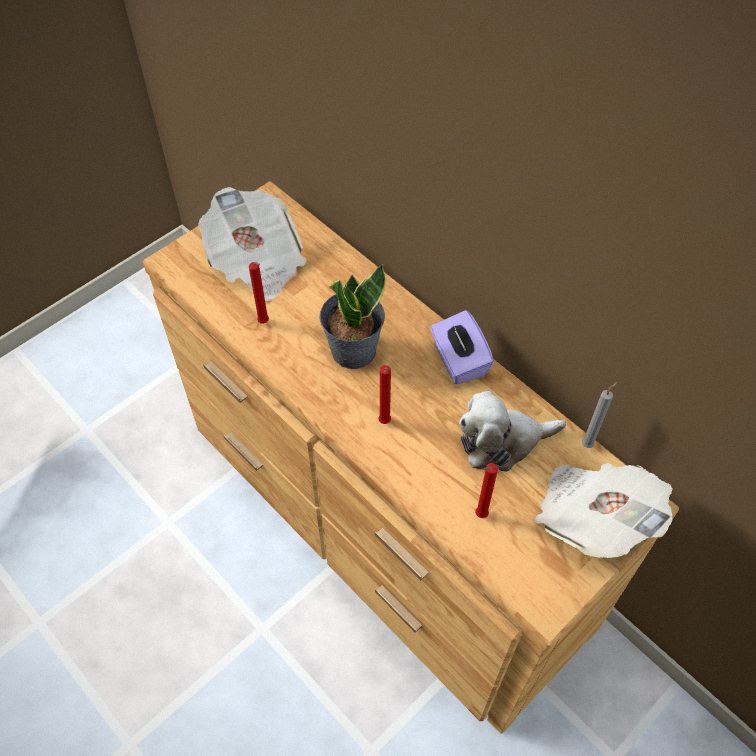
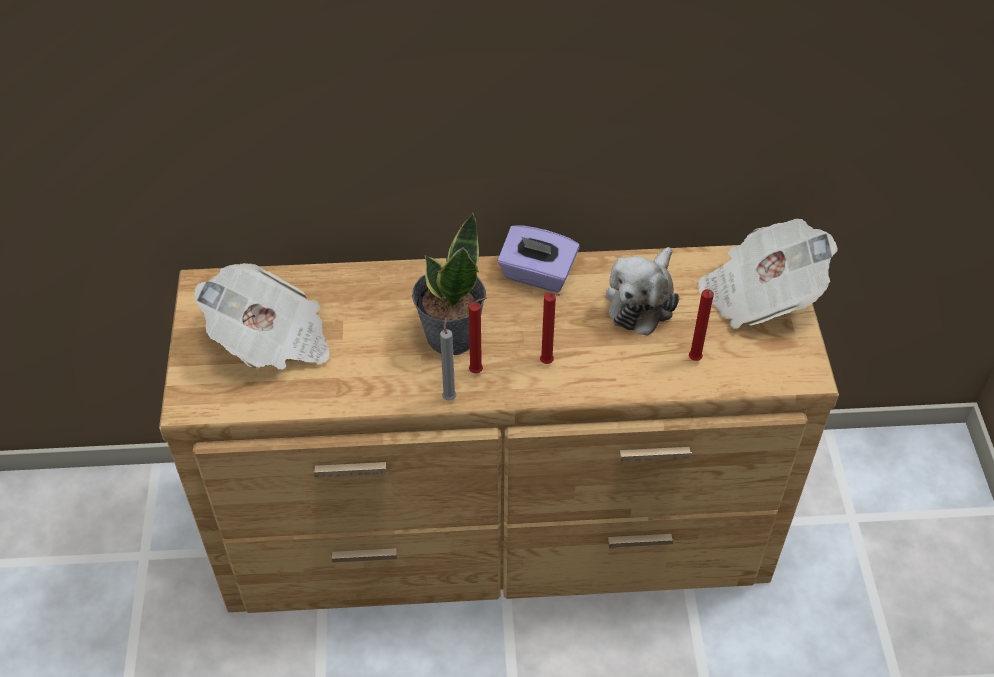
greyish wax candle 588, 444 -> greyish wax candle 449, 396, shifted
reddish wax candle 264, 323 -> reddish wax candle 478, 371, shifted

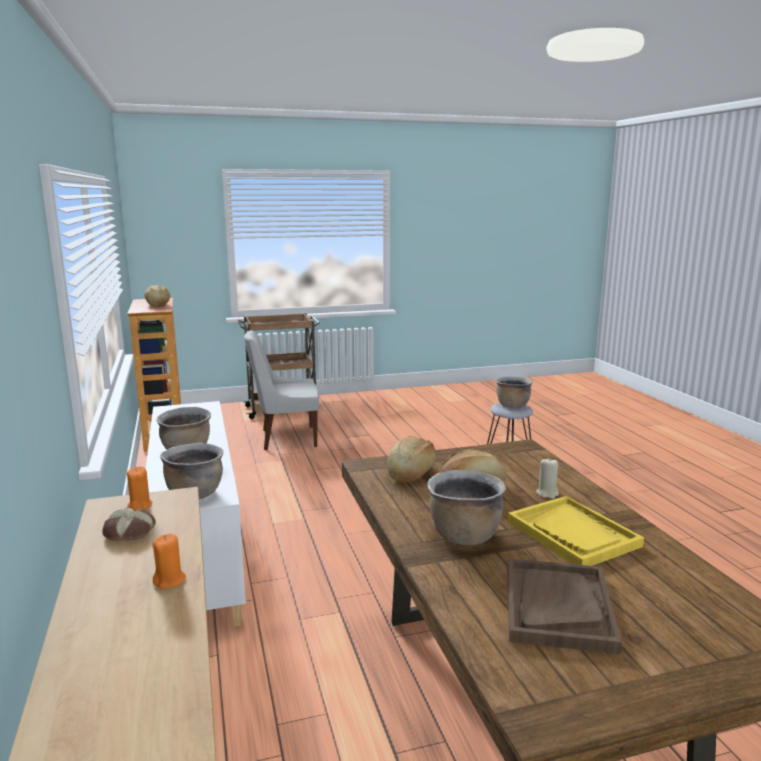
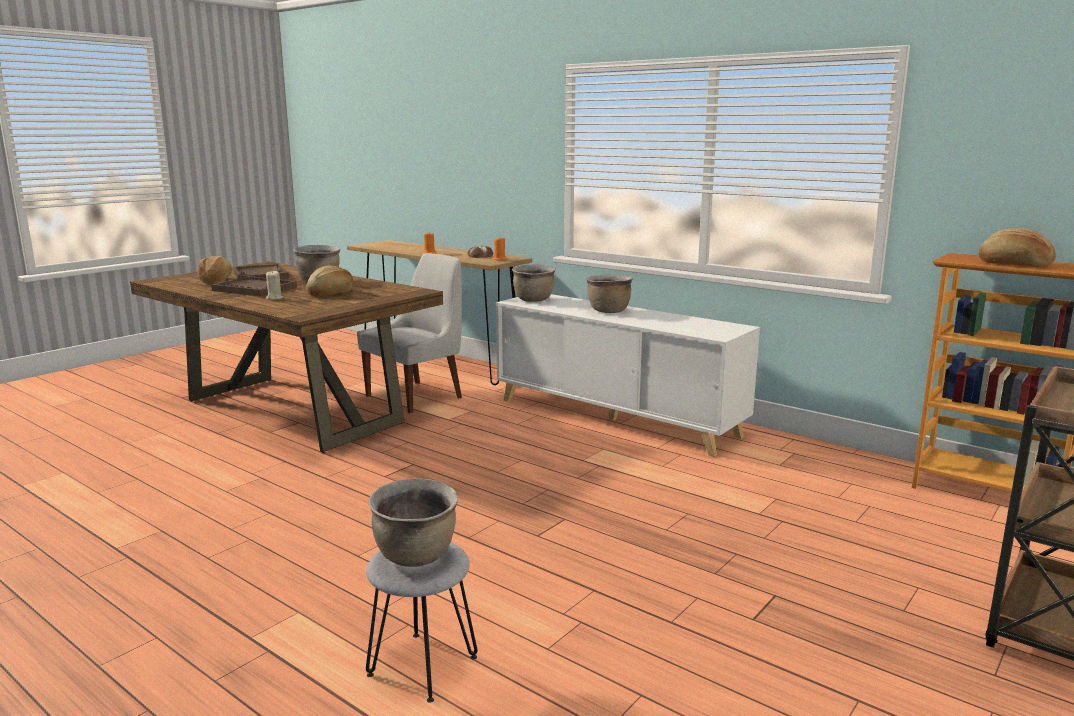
bakery bread 411, 472 -> bakery bread 217, 282, shifted
yellow tray 573, 534 -> brown tray 254, 289
white chair 286, 438 -> white chair 417, 396, shifted

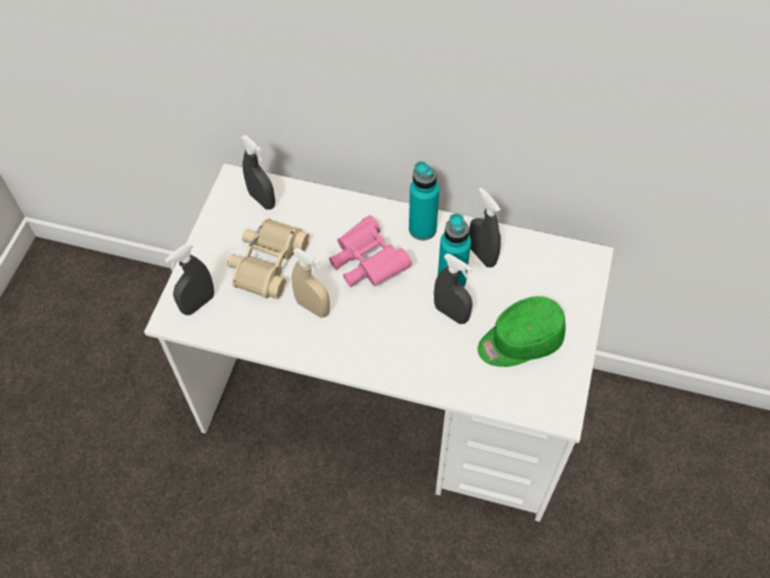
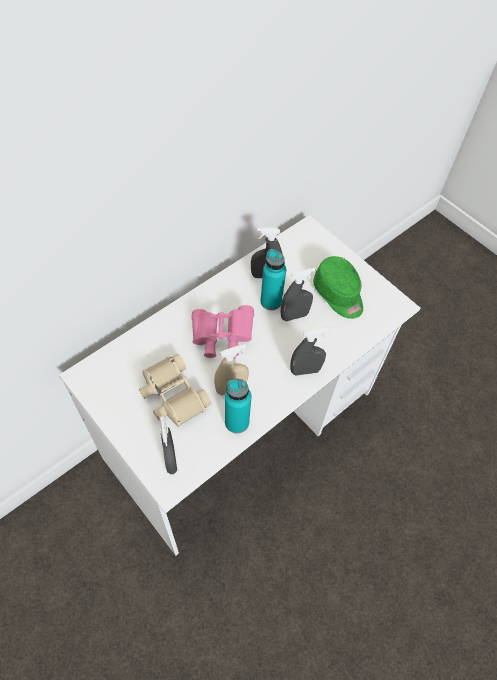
blue-green beverage bottle 422, 229 -> blue-green beverage bottle 237, 422, shifted
greyish spray bottle 262, 200 -> greyish spray bottle 305, 370, shifted
green baseball cap 519, 341 -> green baseball cap 339, 295, 45 degrees counterclockwise

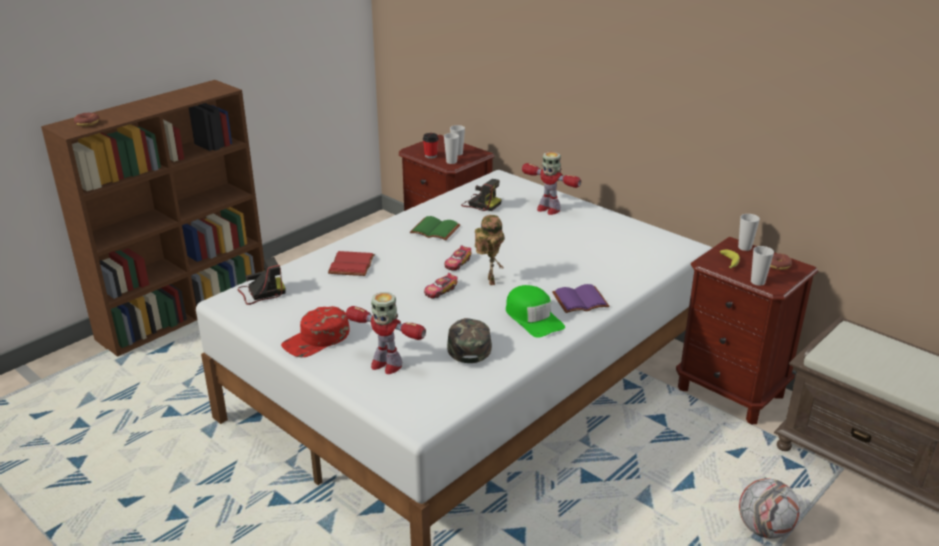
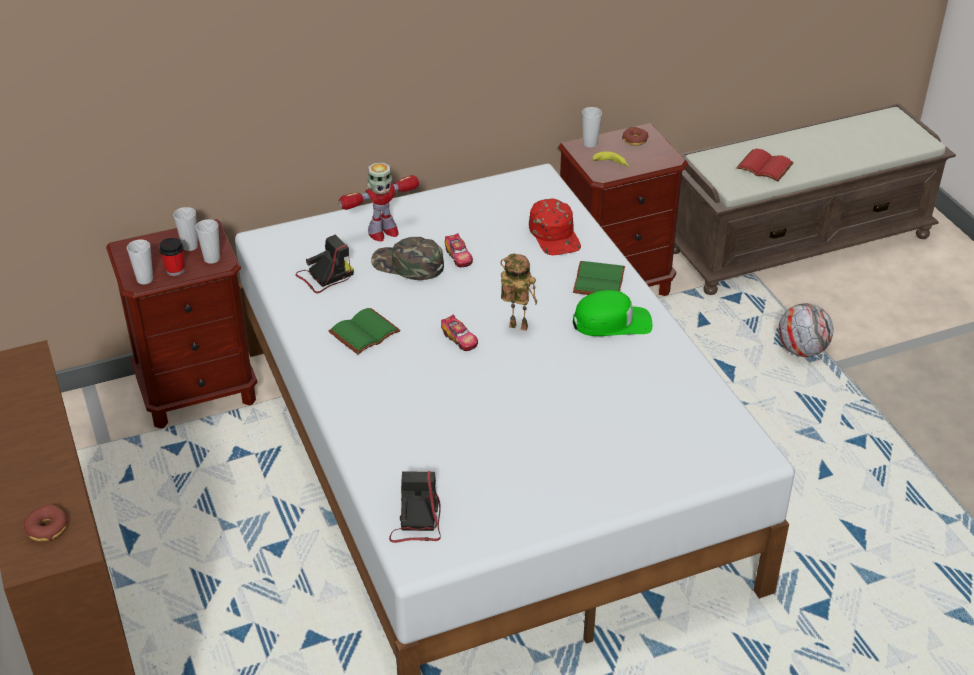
small cup 757, 282 -> small cup 145, 279, shifted
green baseball cap 468, 343 -> green baseball cap 407, 265, shifted
model car 440, 291 -> model car 458, 256, shifted
reddish baseball cap 317, 339 -> reddish baseball cap 555, 235, shifted
purple book 580, 300 -> green book 597, 280
reddish book 353, 265 -> reddish book 766, 166, shifted
robot figure 386, 364 -> none

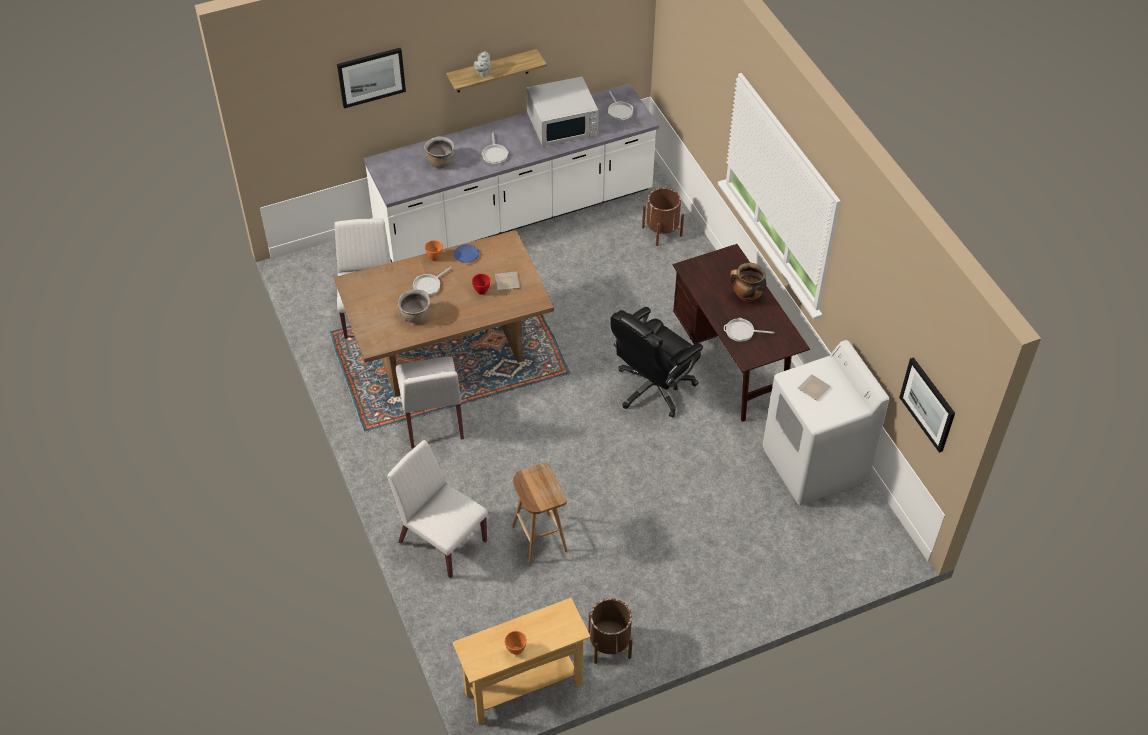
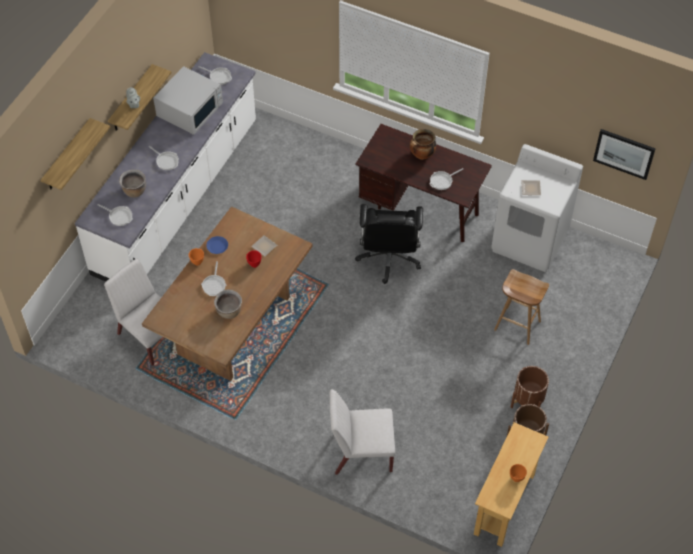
wall picture 371, 77 -> wall shelf 67, 156
none -> frying pan 119, 216
brown sitting stool 538, 538 -> brown sitting stool 516, 325, shifted
brown planter 662, 231 -> brown planter 528, 400, shifted
white chair 432, 419 -> none

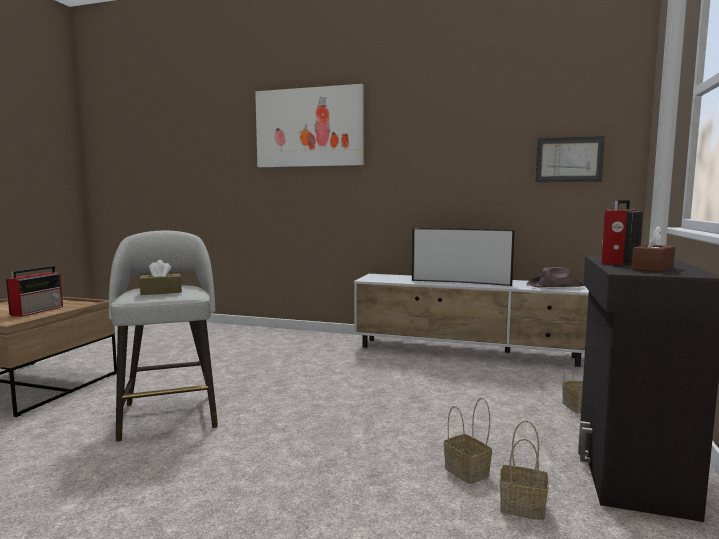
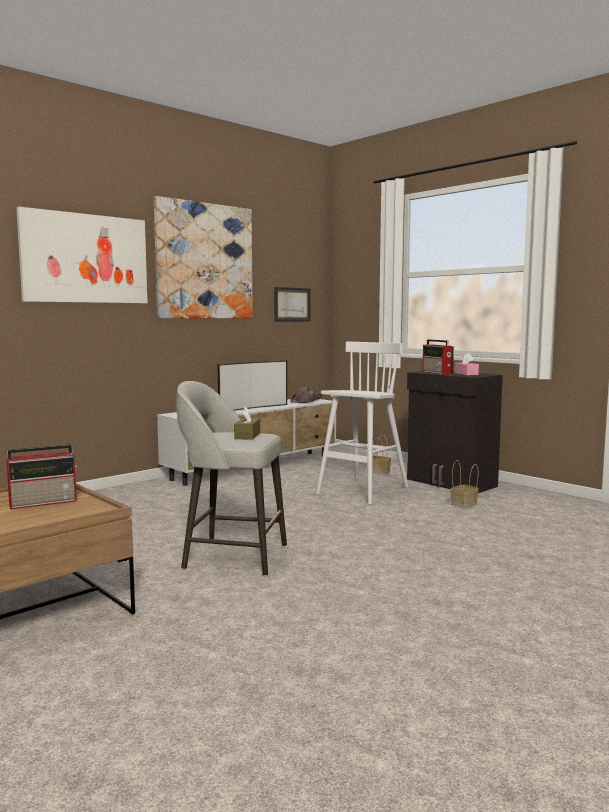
radio receiver 38, 310 -> radio receiver 44, 502, 105 degrees clockwise
none -> wall picture 205, 261
none -> white sitting stool 362, 491
brown tissue holder 652, 268 -> pink tissue holder 466, 374
storage basket 468, 472 -> none

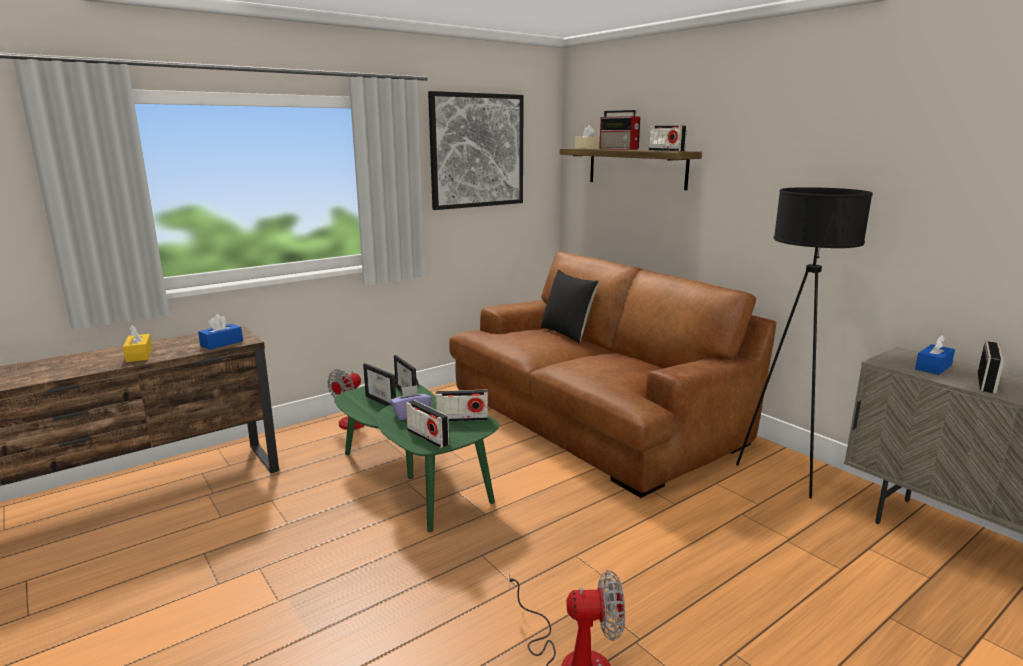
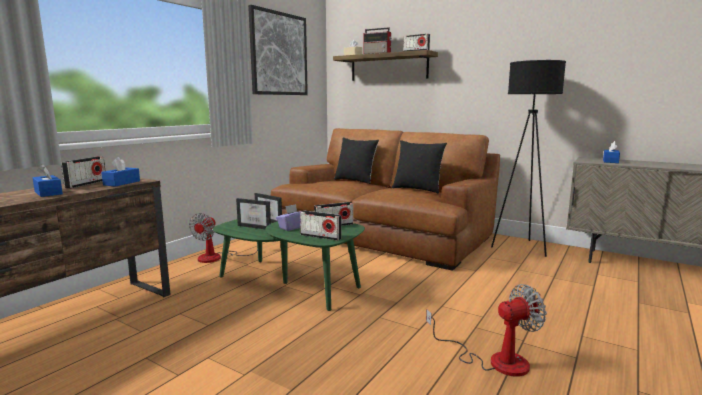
yellow tissue holder 139, 355 -> blue-coloured tissue holder 48, 193
radio receiver 986, 382 -> radio receiver 86, 184, shifted
none -> blackish cushion 417, 189

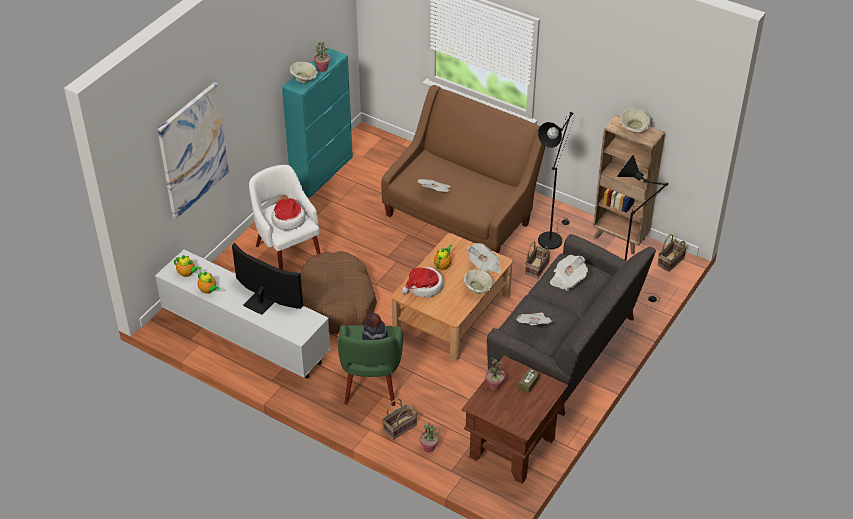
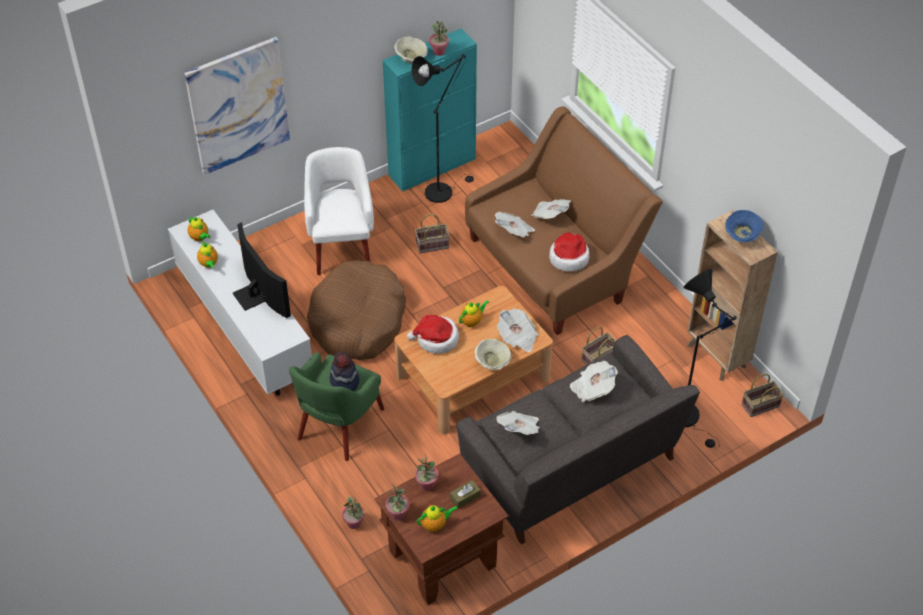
none -> houseplant 398, 514
blackish standing lamp 551, 237 -> blackish standing lamp 442, 190, shifted
storage basket 400, 426 -> storage basket 433, 244, shifted
none -> teapot 435, 524
none -> daily paper 550, 215
wearable hat 288, 220 -> wearable hat 568, 258, shifted
beige-coloured serving bowl 634, 129 -> blue-coloured serving bowl 742, 236

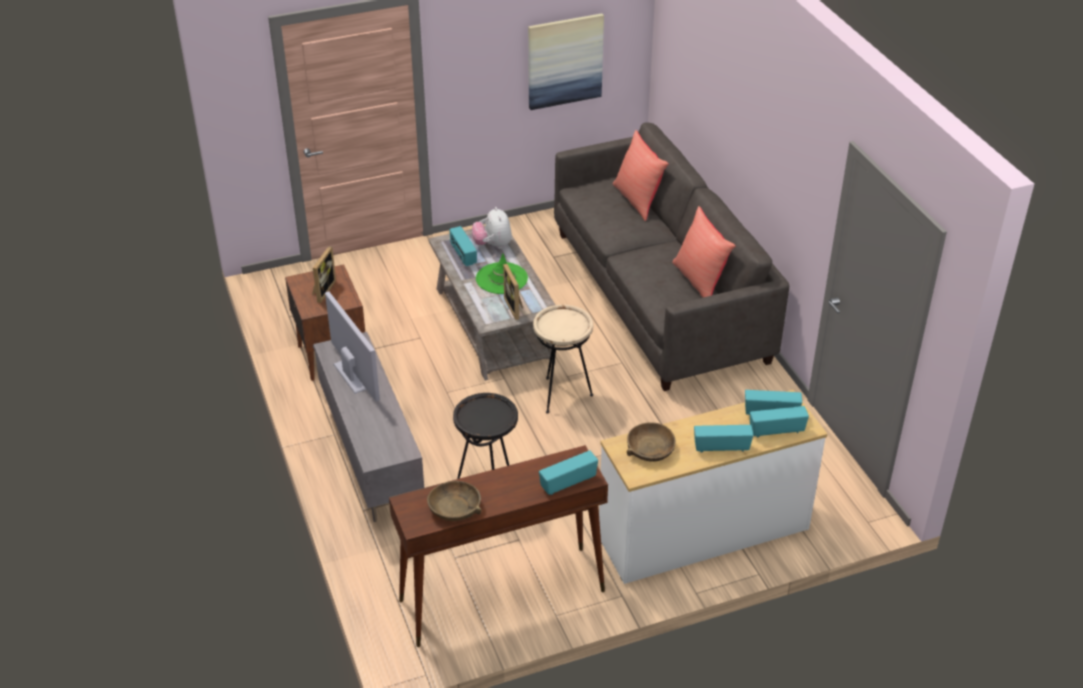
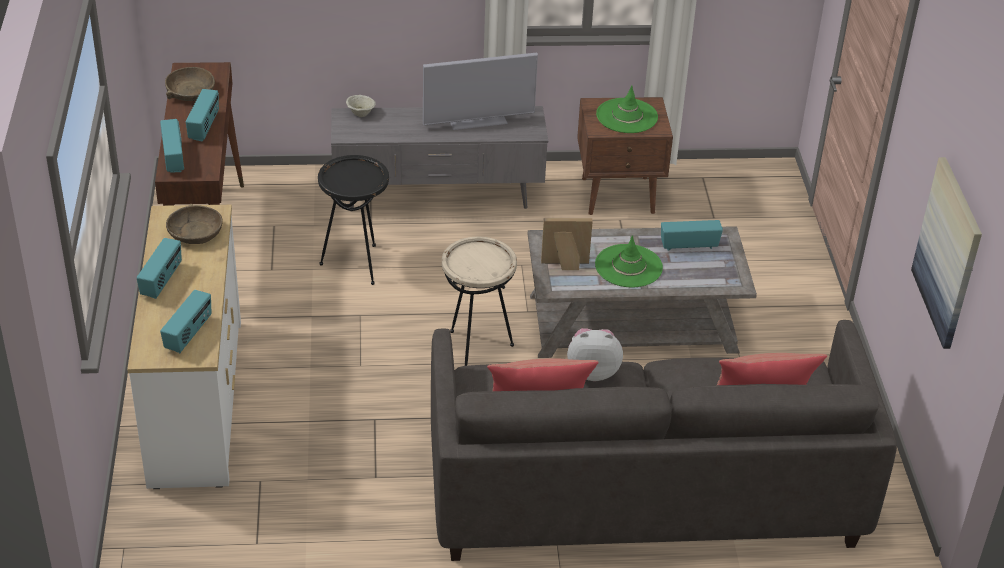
radio receiver 776, 431 -> radio receiver 204, 127, shifted
none -> beige-coloured serving bowl 360, 114
soft toy 492, 245 -> soft toy 593, 371, shifted
photo frame 322, 290 -> green wearable hat 627, 116

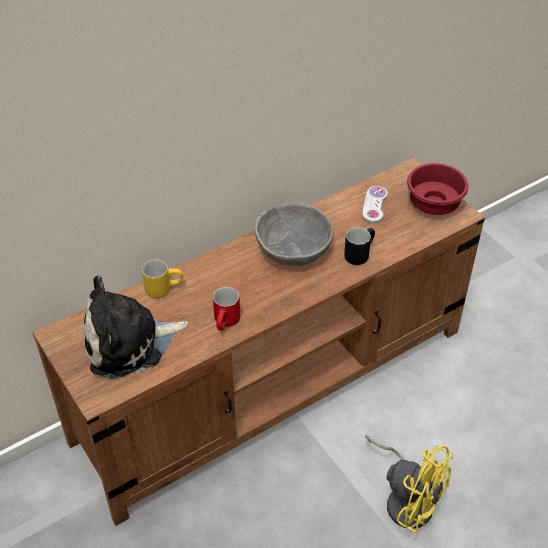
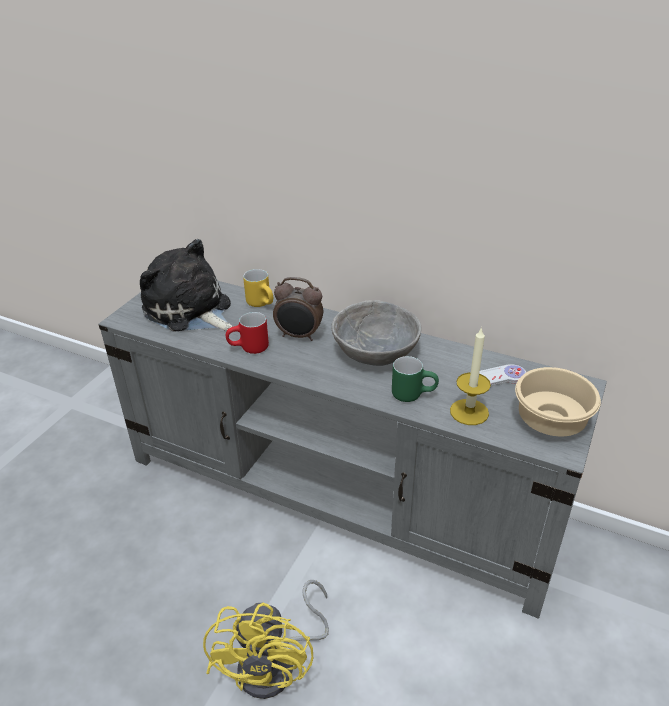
brown tv unit 274, 384 -> greyish tv unit 339, 492
none -> alarm clock 299, 336
blackish mug 358, 253 -> green mug 413, 393
none -> wax candle 469, 412
reddish serving bowl 433, 205 -> beige-coloured serving bowl 548, 422

